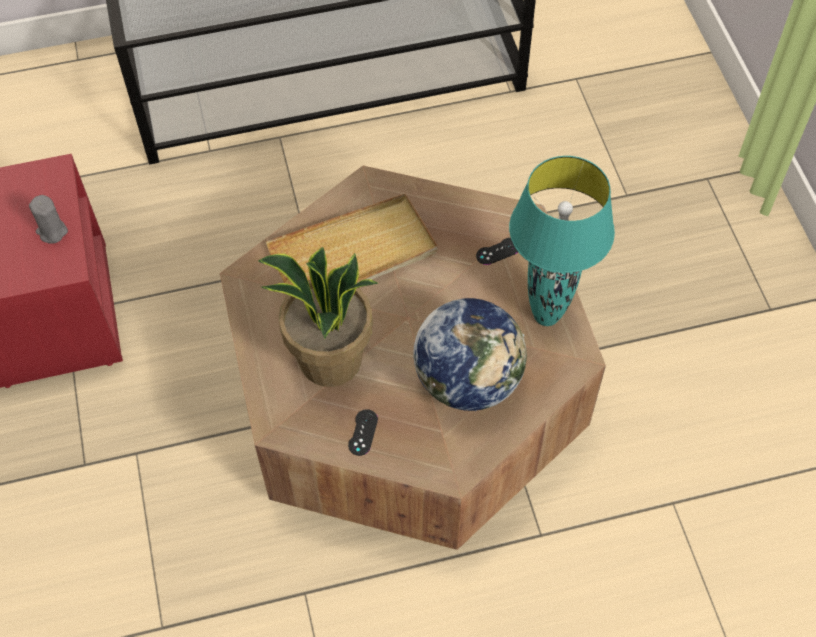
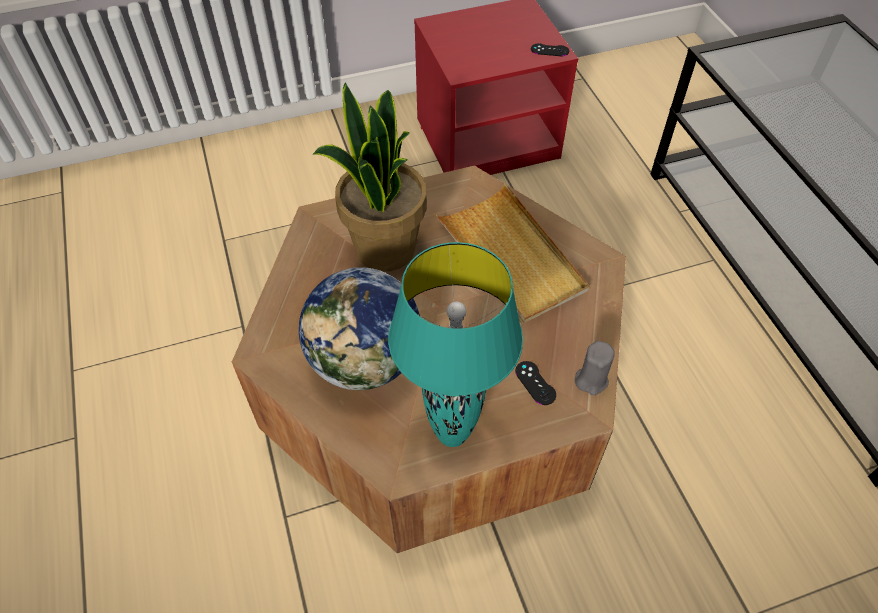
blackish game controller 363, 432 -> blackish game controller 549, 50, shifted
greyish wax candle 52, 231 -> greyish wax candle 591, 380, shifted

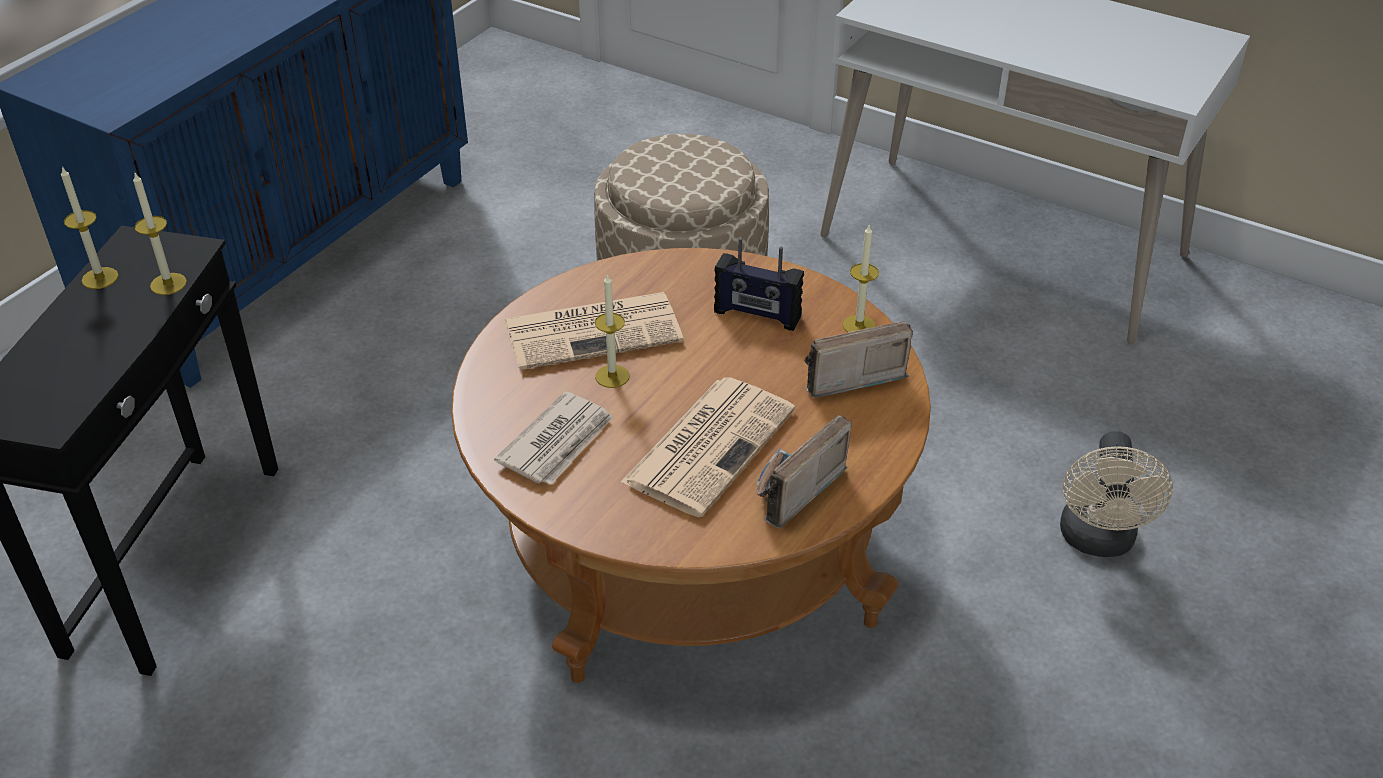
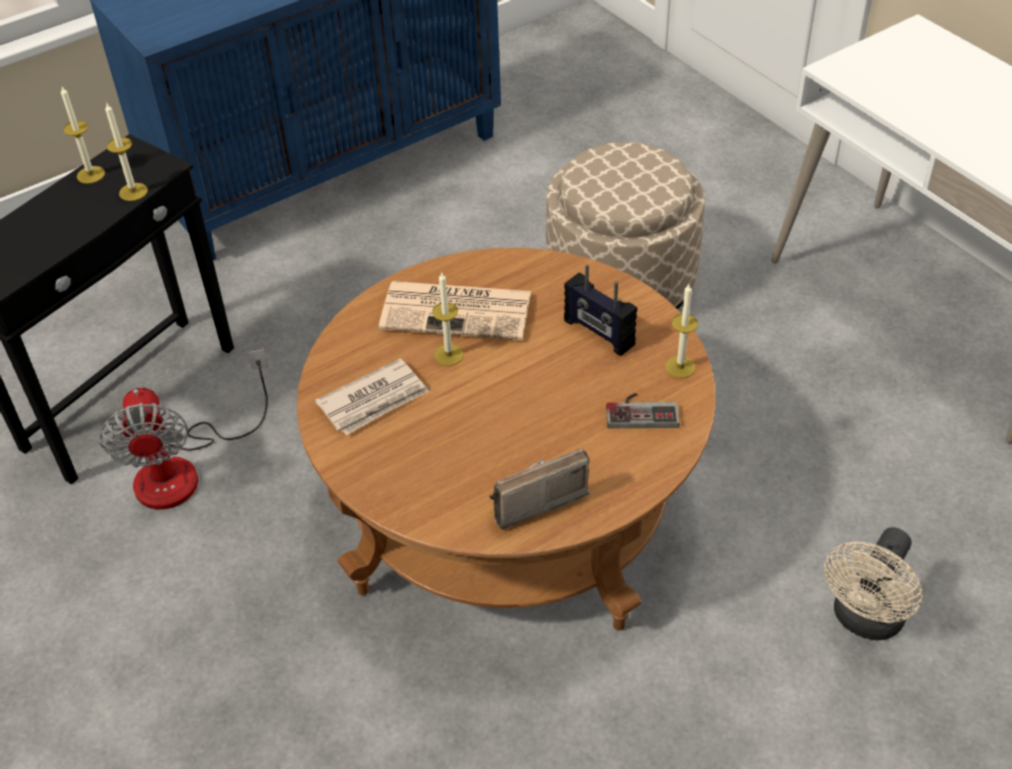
none -> fan 185, 468
radio receiver 847, 376 -> game controller 641, 411
daily paper 710, 444 -> none

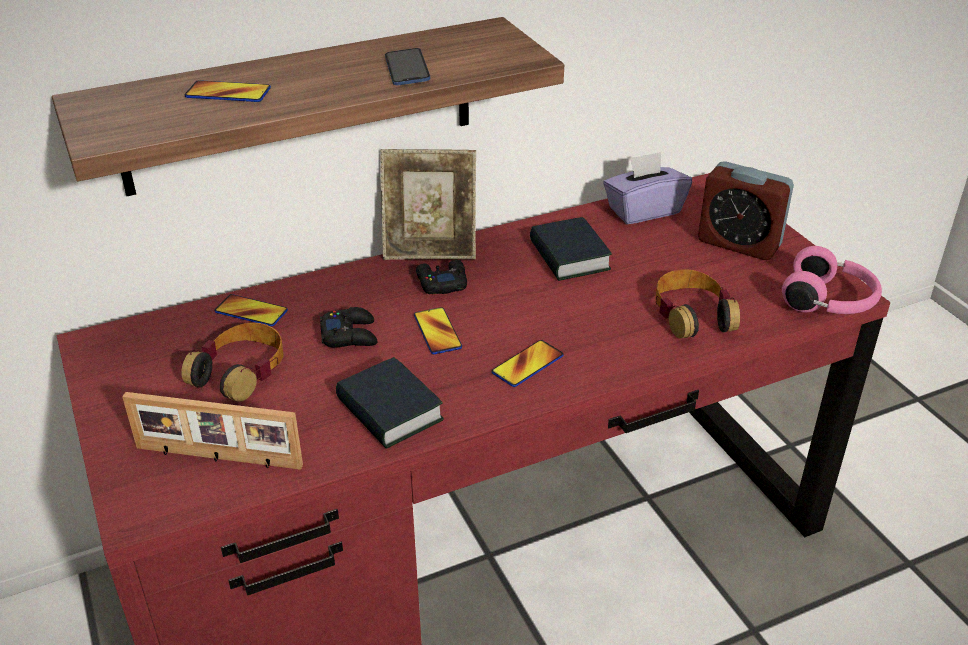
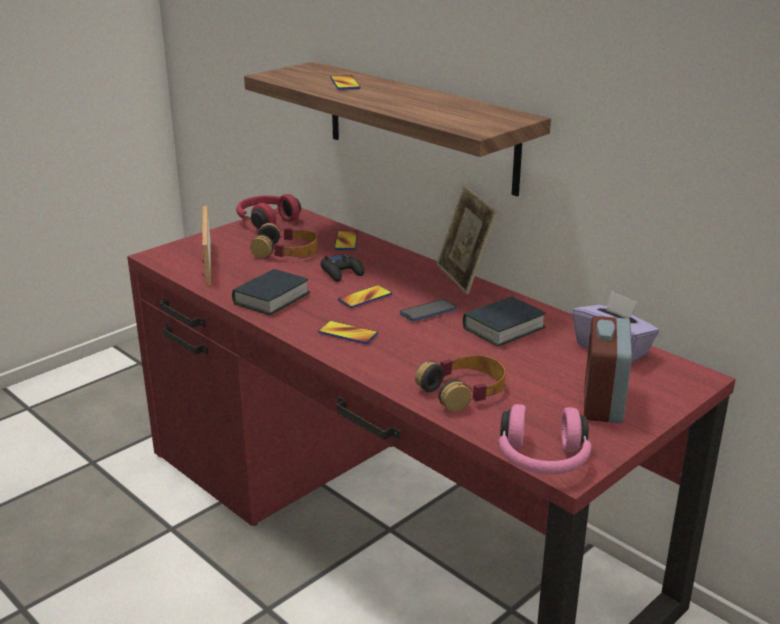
none -> reddish headphones 266, 221
phone 407, 69 -> phone 428, 312, shifted
blackish game controller 441, 282 -> none

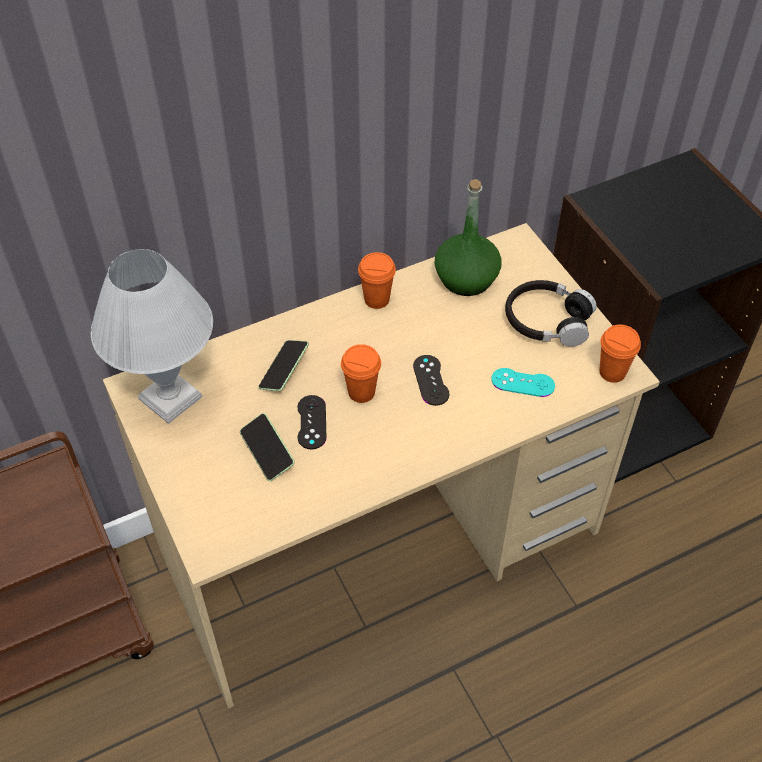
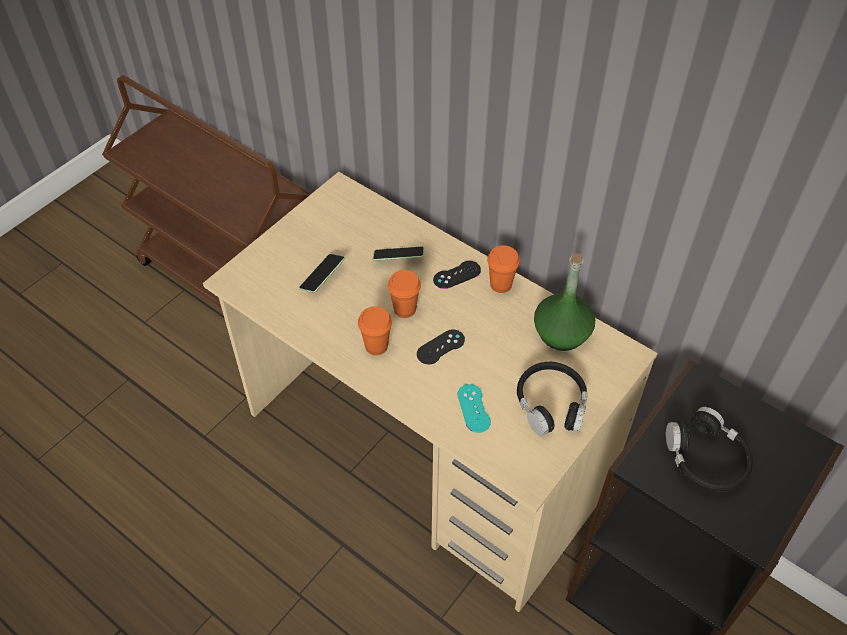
orange small cup 612, 372 -> orange small cup 376, 346, shifted
blackish game controller 311, 422 -> blackish game controller 457, 275, shifted
none -> blackish headphones 705, 458
white lamp for a table 171, 396 -> none

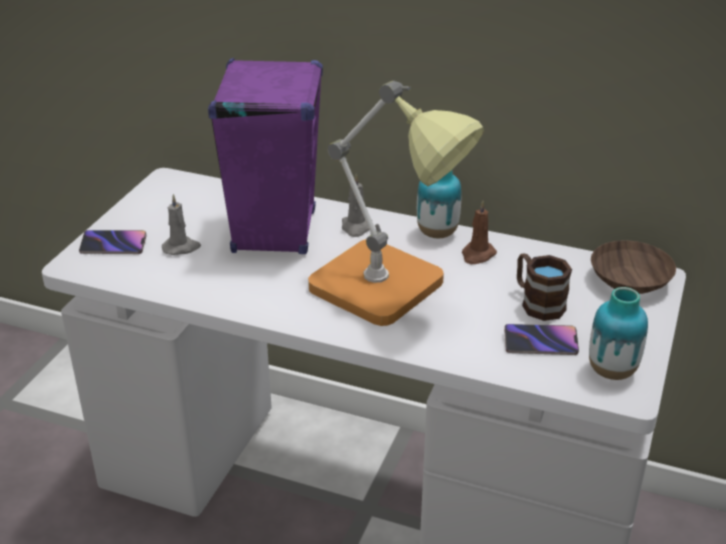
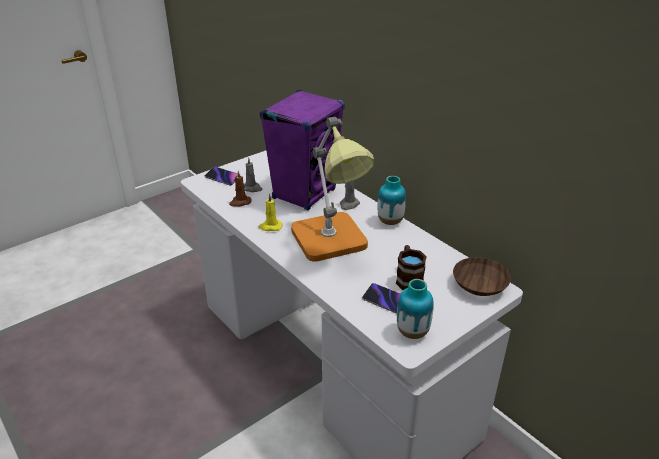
brown wax candle 477, 255 -> brown wax candle 240, 202, shifted
none -> yellow wax candle 270, 226

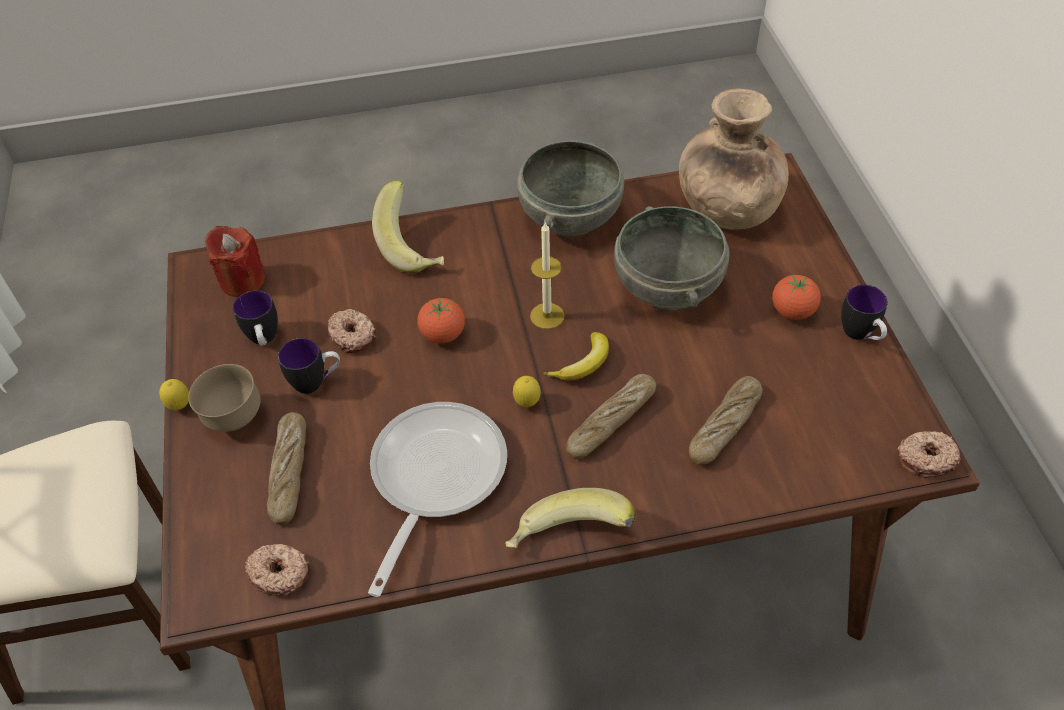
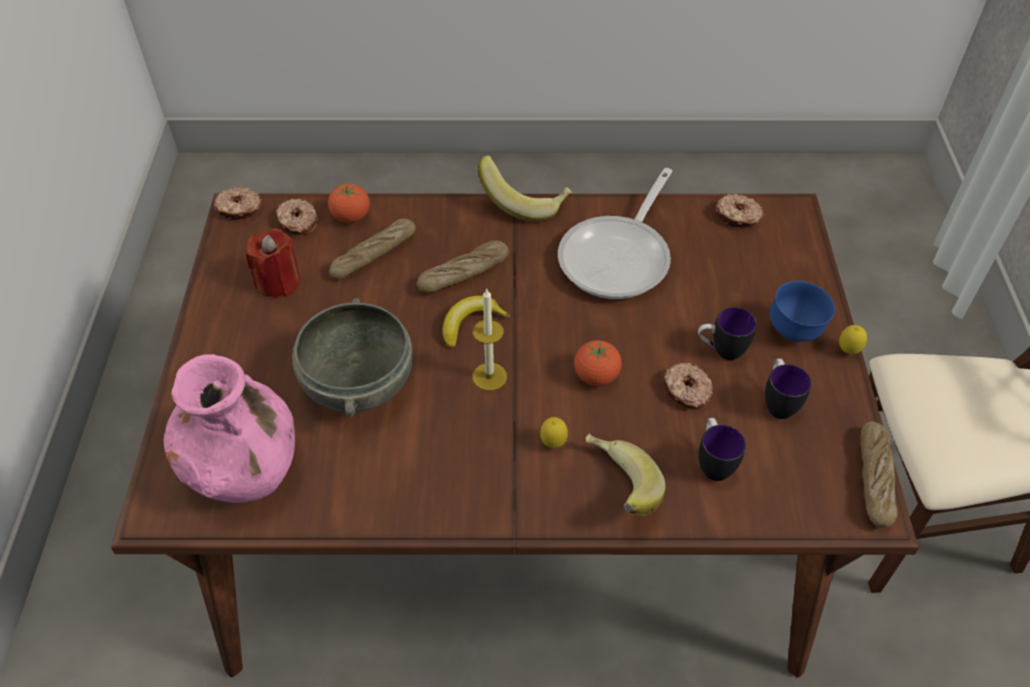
brown flower vase 726, 209 -> pink flower vase 244, 469
reddish wax candle 242, 280 -> reddish wax candle 279, 282, shifted
none -> ring doughnut 298, 223
fresh tomato 792, 311 -> fresh tomato 351, 217, shifted
lemon 527, 403 -> lemon 553, 444, shifted
mug 860, 336 -> mug 713, 462, shifted
brown serving bowl 233, 418 -> blue-coloured serving bowl 794, 331
bakery bread 289, 472 -> bakery bread 874, 478, shifted
greyish serving bowl 569, 216 -> none

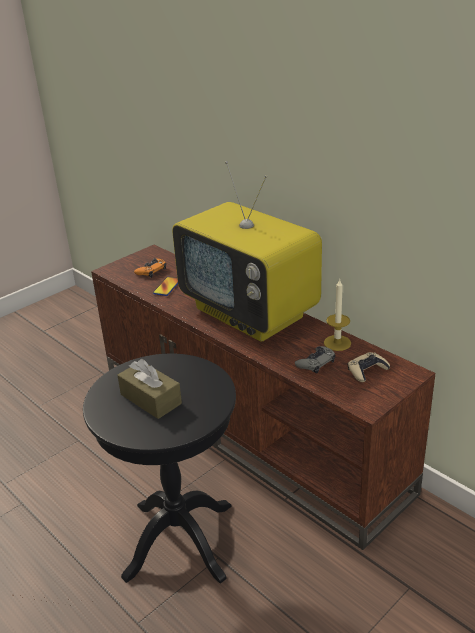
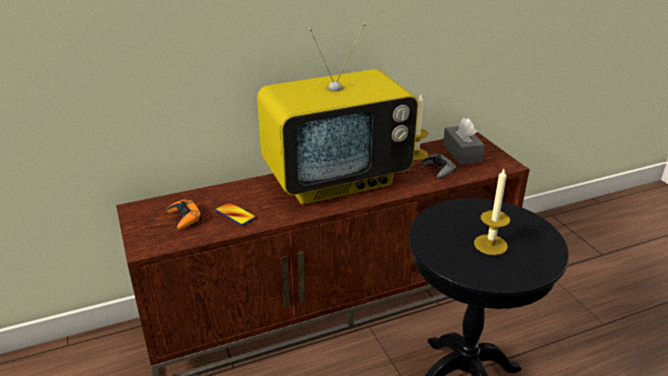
beige-coloured game controller 367, 370 -> greyish tissue holder 461, 153
brown tissue holder 151, 399 -> wax candle 490, 244

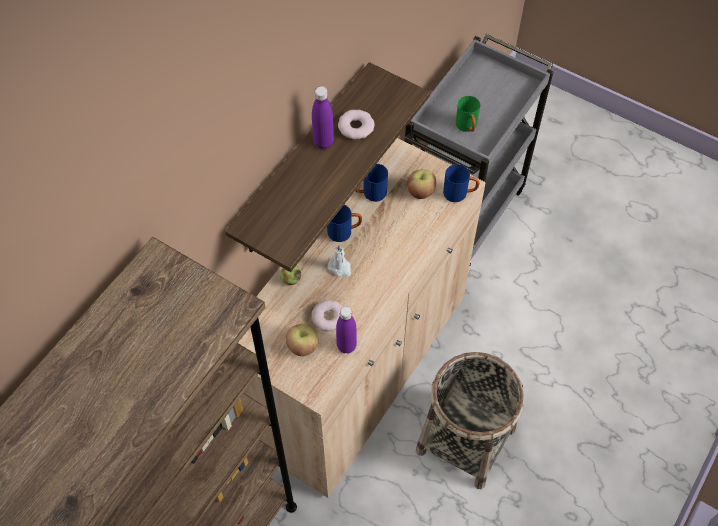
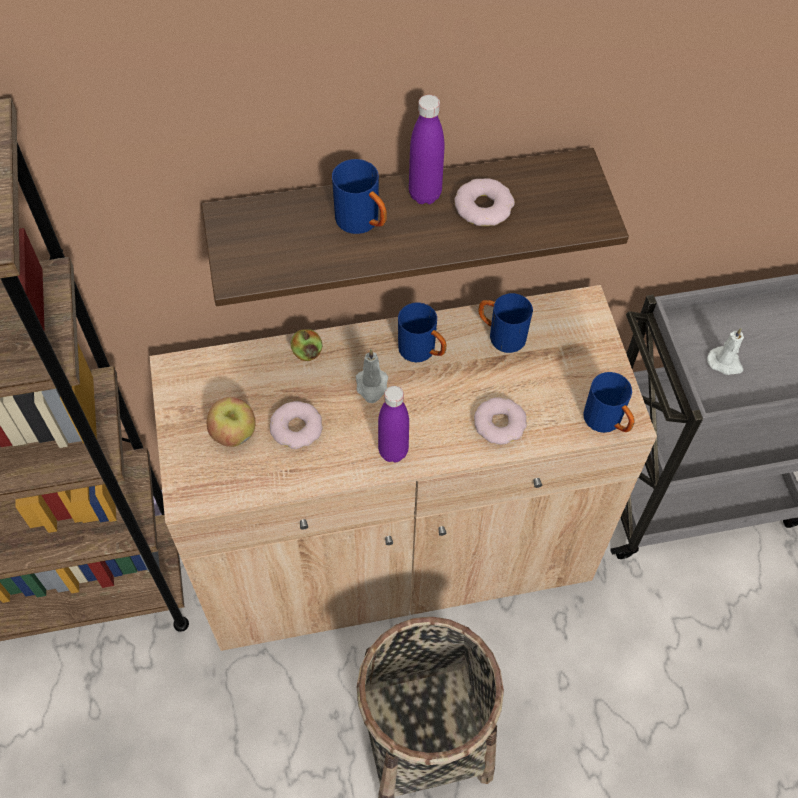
none -> blue-coloured mug 363, 223
purple beverage bottle 346, 346 -> purple beverage bottle 393, 451, shifted
none -> ring doughnut 499, 424
green mug 467, 127 -> white wax candle 725, 363
whole apple 420, 191 -> none

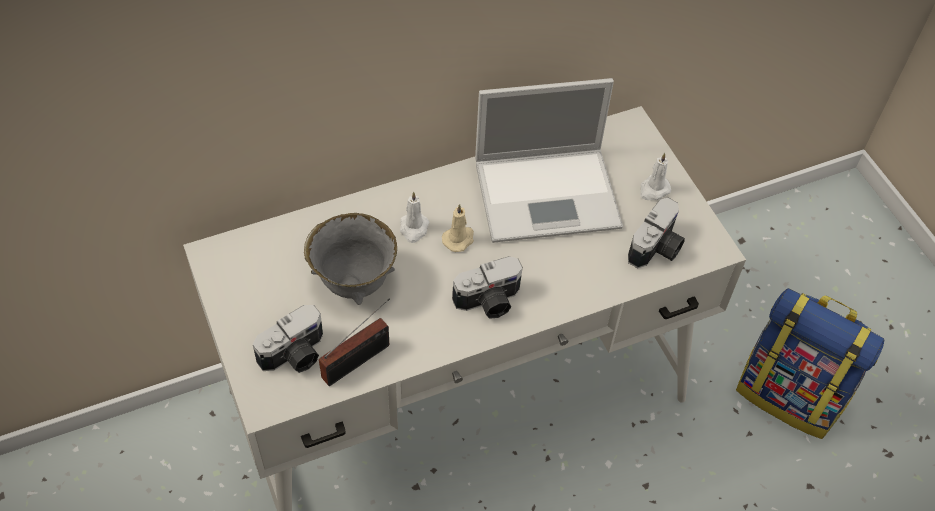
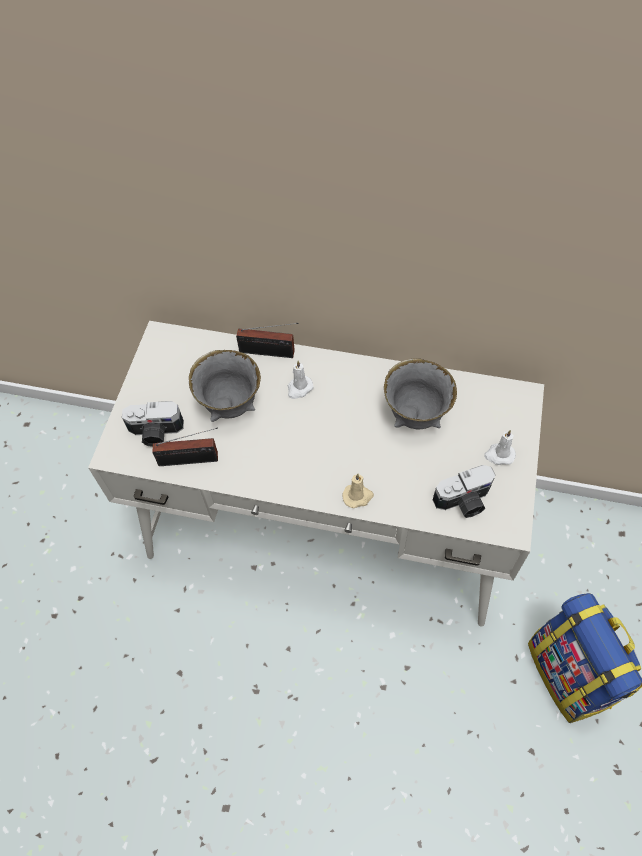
none -> radio receiver 270, 352
beige-coloured wax candle 459, 239 -> beige-coloured wax candle 358, 496, shifted
notebook computer 550, 193 -> greyish serving bowl 416, 415
photo camera 489, 302 -> none

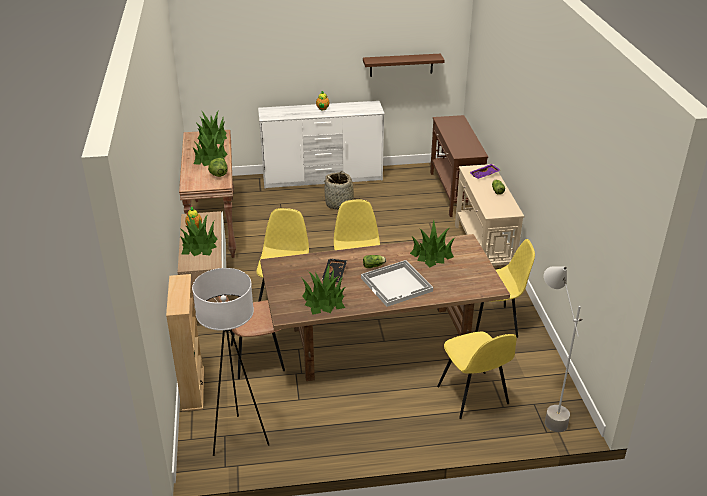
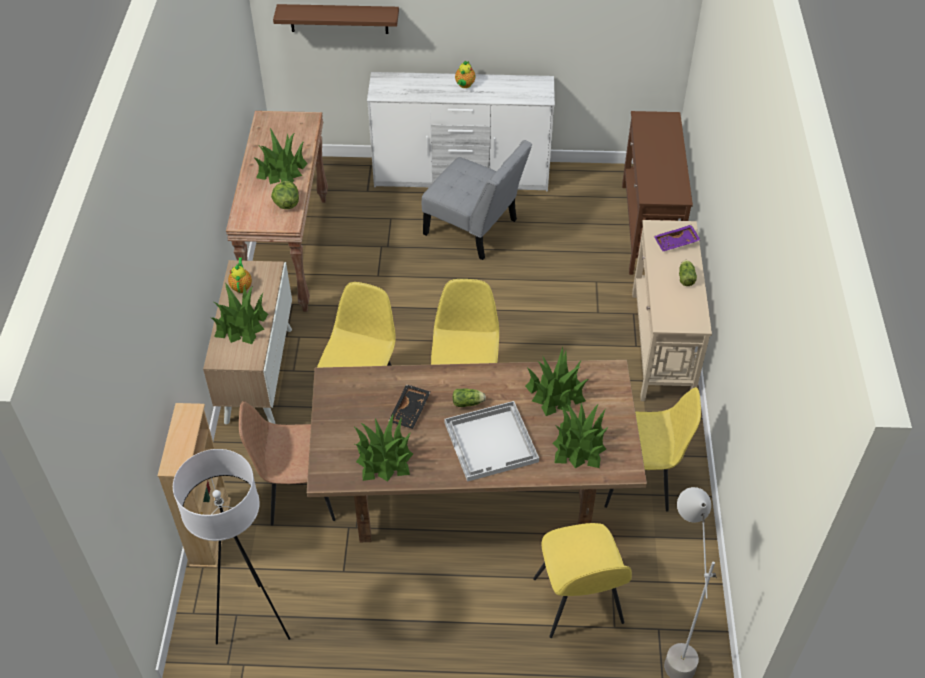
brown wall shelf 401, 65 -> brown wall shelf 339, 18, shifted
storage basket 339, 204 -> greyish chair 475, 229
houseplant 212, 138 -> houseplant 579, 445, shifted

